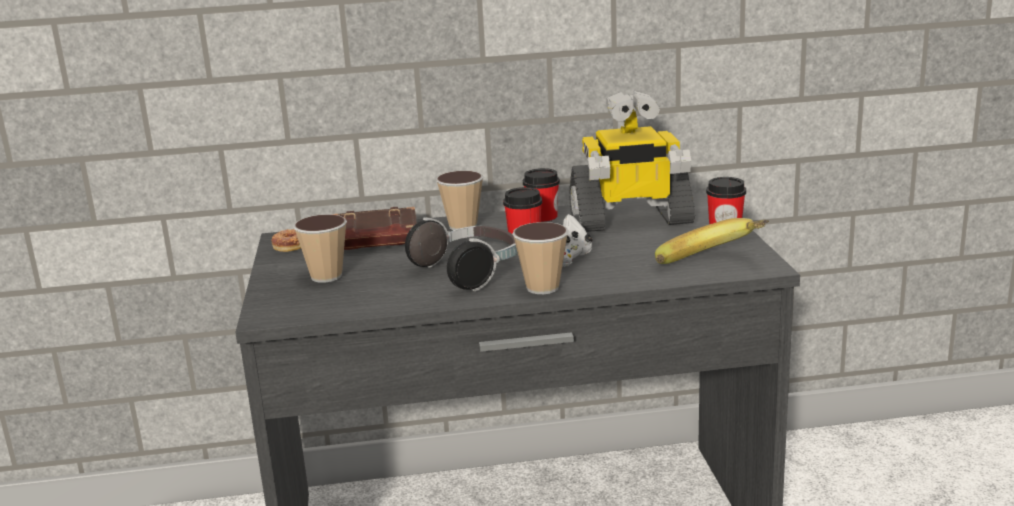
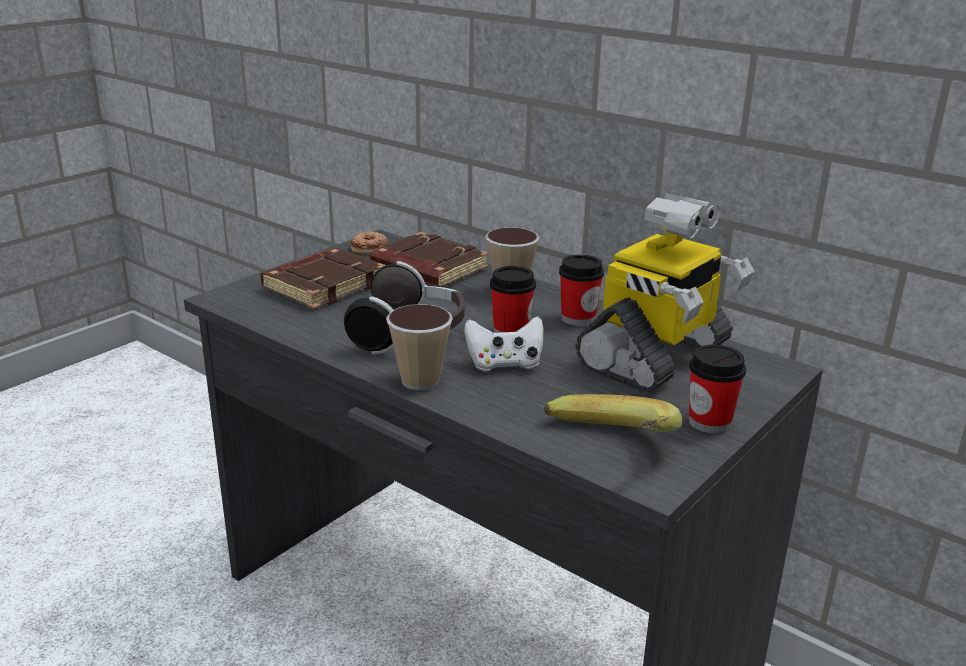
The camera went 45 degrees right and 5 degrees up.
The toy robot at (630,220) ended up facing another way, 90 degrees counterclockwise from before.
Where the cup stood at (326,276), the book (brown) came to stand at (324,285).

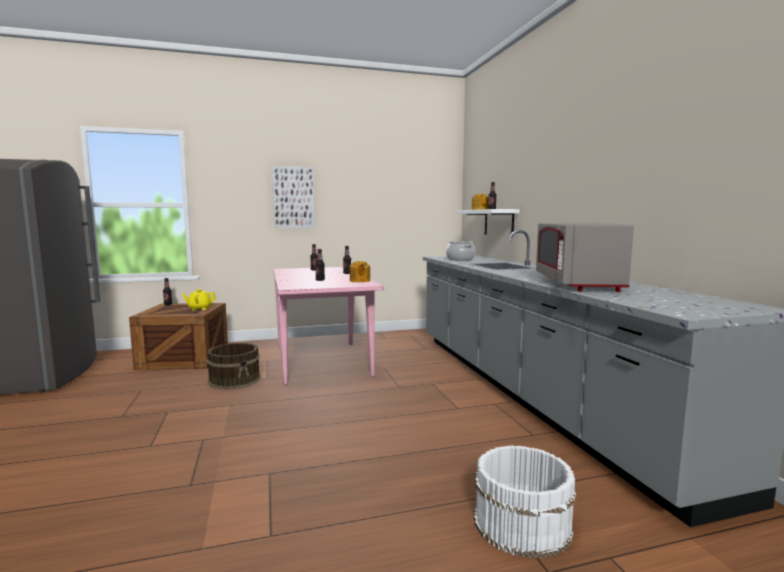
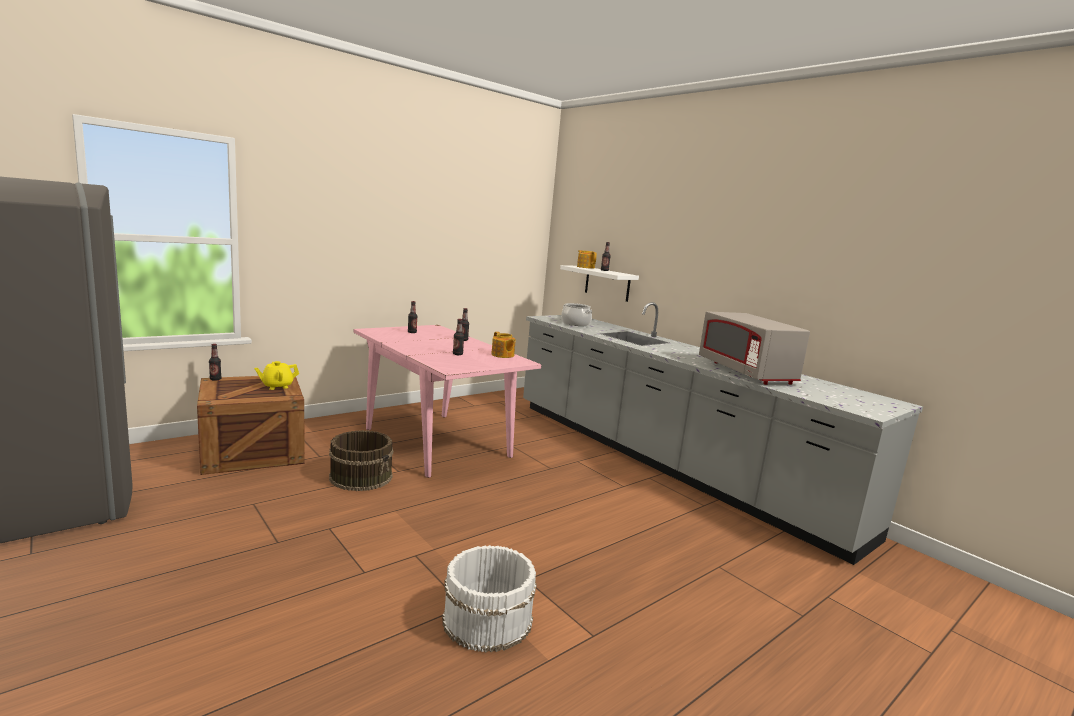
The camera went 25 degrees left and 5 degrees up.
The second view lost the picture at (294,197).
The bucket (white) ended up elsewhere, having gone from (521,523) to (487,618).

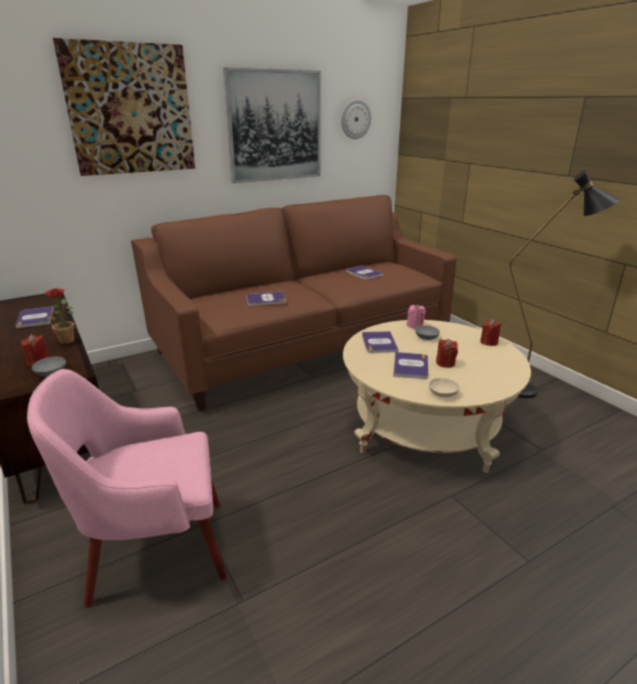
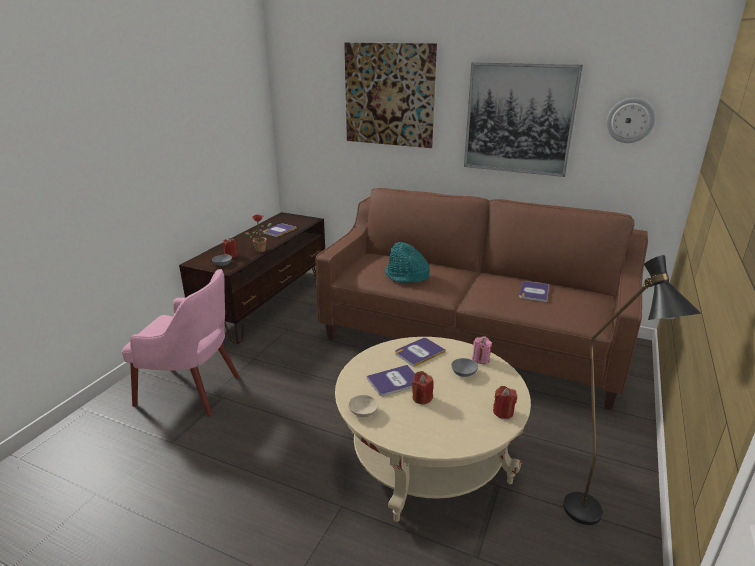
The camera went 55 degrees right and 0 degrees up.
Where the book stood at (265,299), the hat (turquoise) came to stand at (406,276).
The armchair (pink) at (153,550) ended up facing another way, 150 degrees clockwise from before.

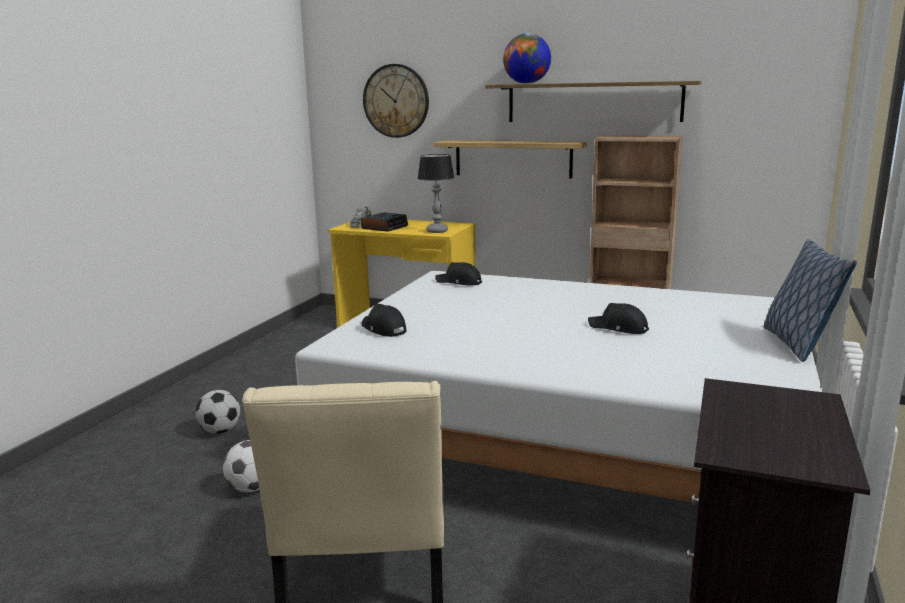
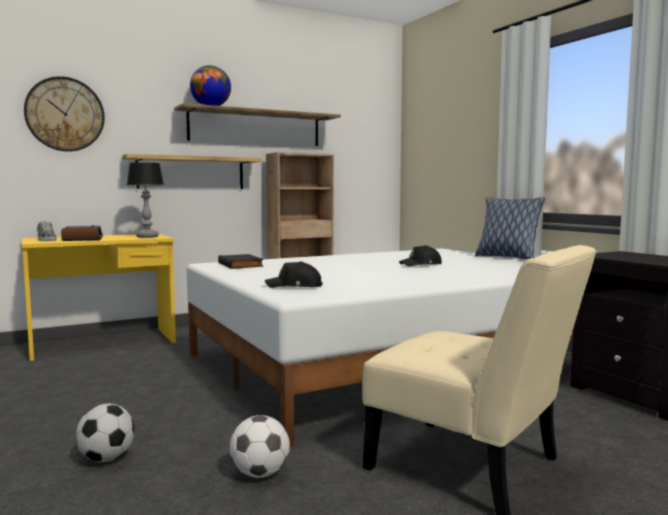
The camera went 50 degrees left and 10 degrees down.
Where the cap (black) stood at (459,282), the book (black) came to stand at (241,264).

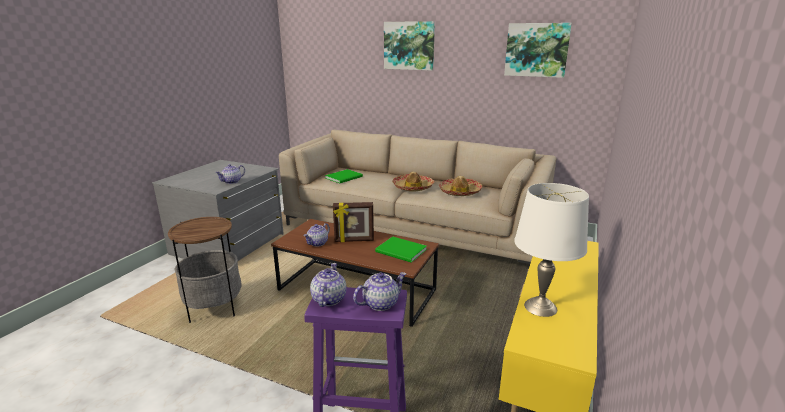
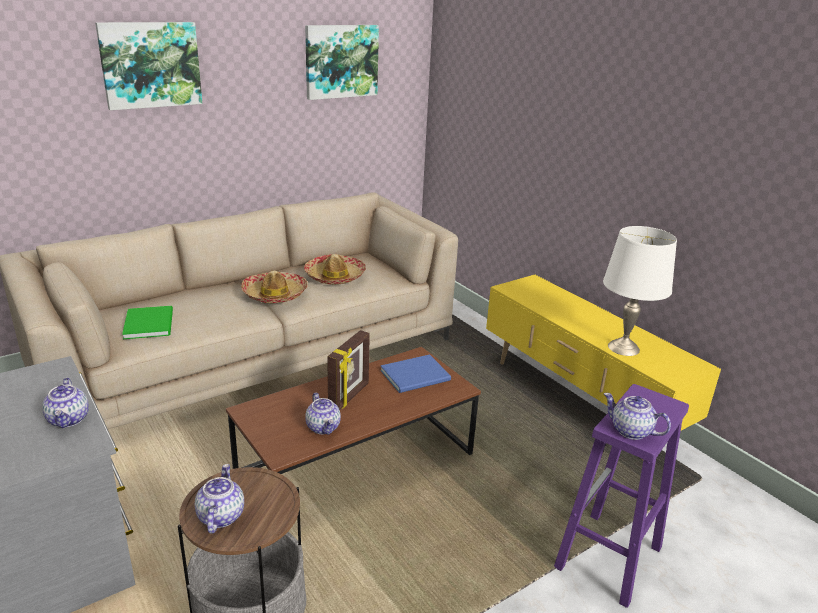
The camera went 60 degrees left and 5 degrees up.
What was the book (green) at (401,251) turned into the book (blue) at (417,376).
The teapot ended up elsewhere, having gone from (380,303) to (220,516).

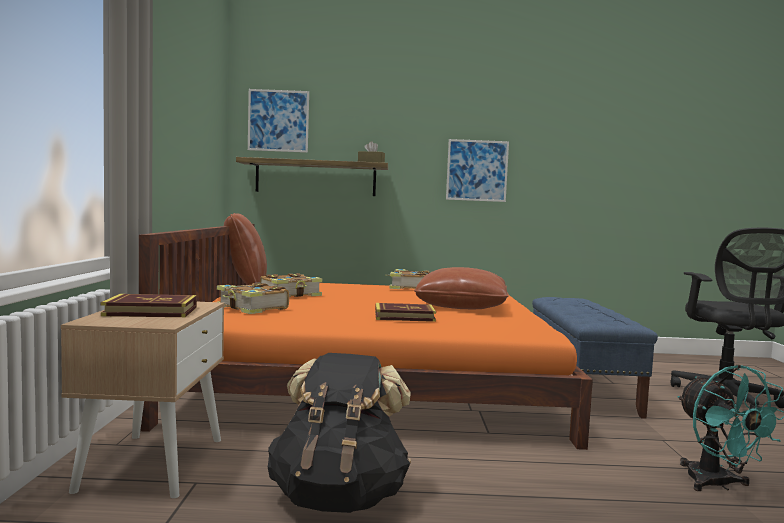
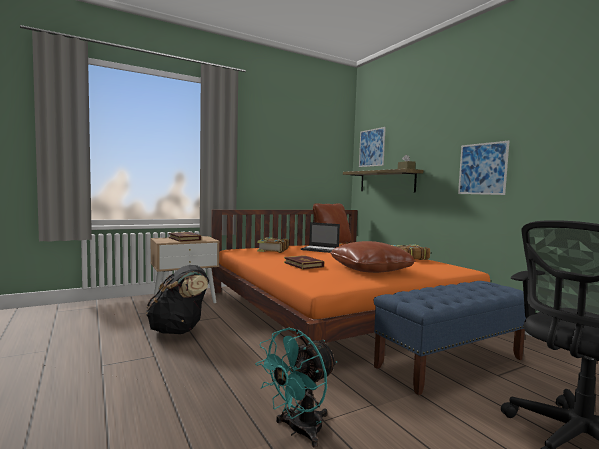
The camera went 60 degrees right and 0 degrees up.
Where the book stood at (291,295), the laptop came to stand at (320,249).

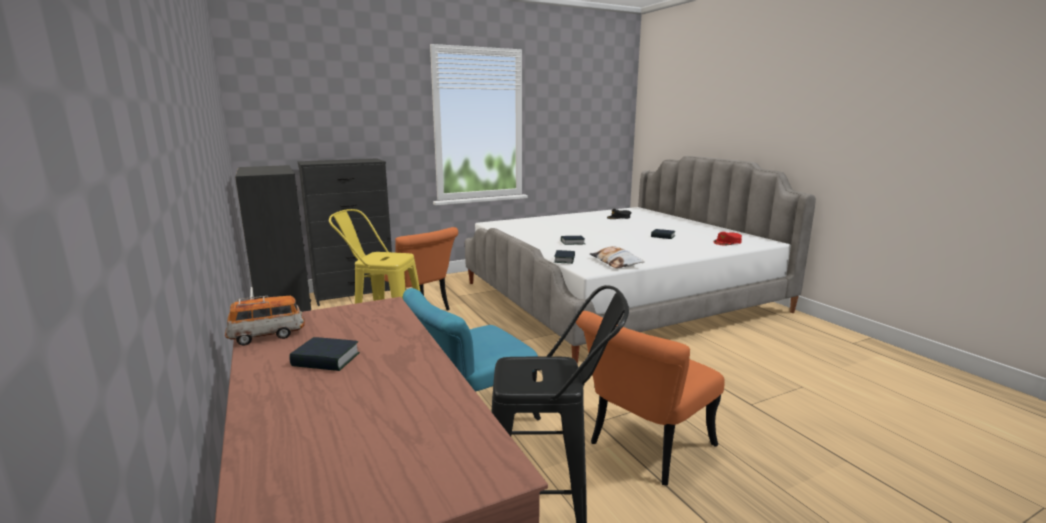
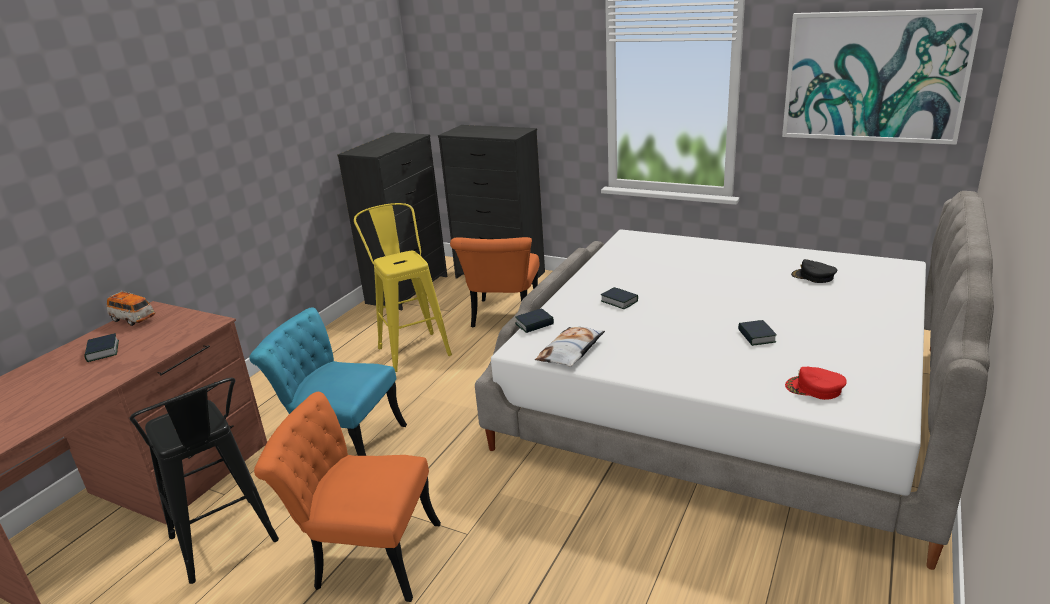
The camera went 55 degrees right and 10 degrees up.
The second view gained the picture at (874,77).

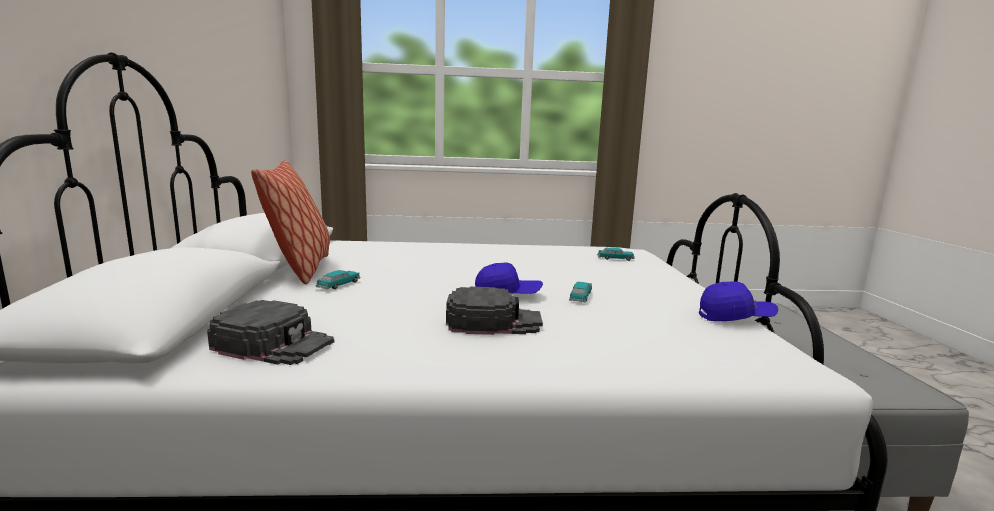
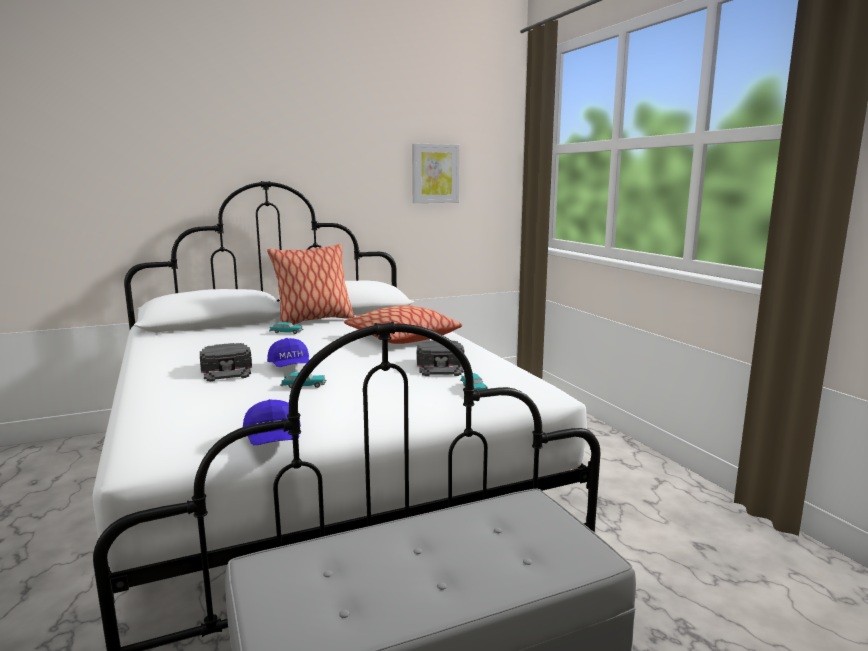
The camera went 70 degrees right and 0 degrees up.
The cap (black) ended up elsewhere, having gone from (274,343) to (441,366).
The second view gained the picture at (435,173).
The second view gained the pillow at (402,337).

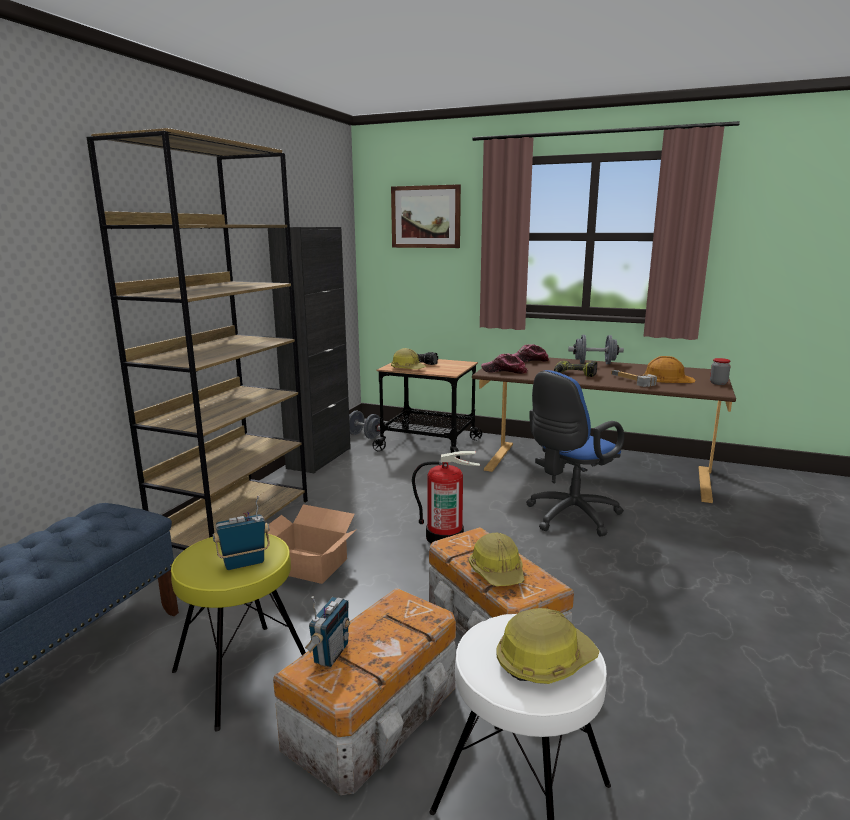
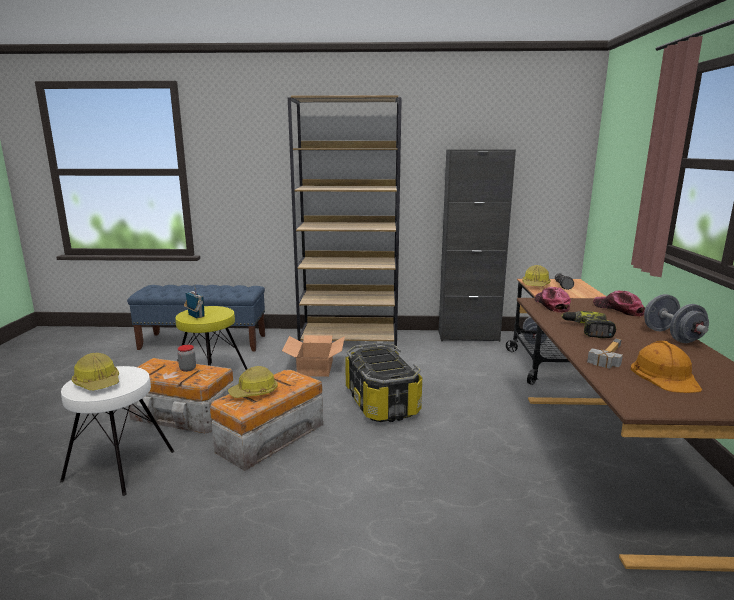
The camera went 70 degrees right and 0 degrees up.
The second view lost the picture at (426,217).
The jar ended up elsewhere, having gone from (718,383) to (187,369).
The second view lost the office chair (blue) at (569,517).
Where the fire extinguisher stood at (445,537), the storage box came to stand at (382,402).
The second view lost the radio at (330,653).

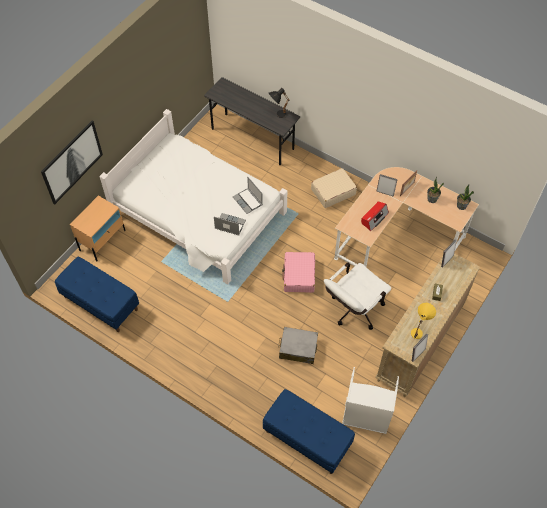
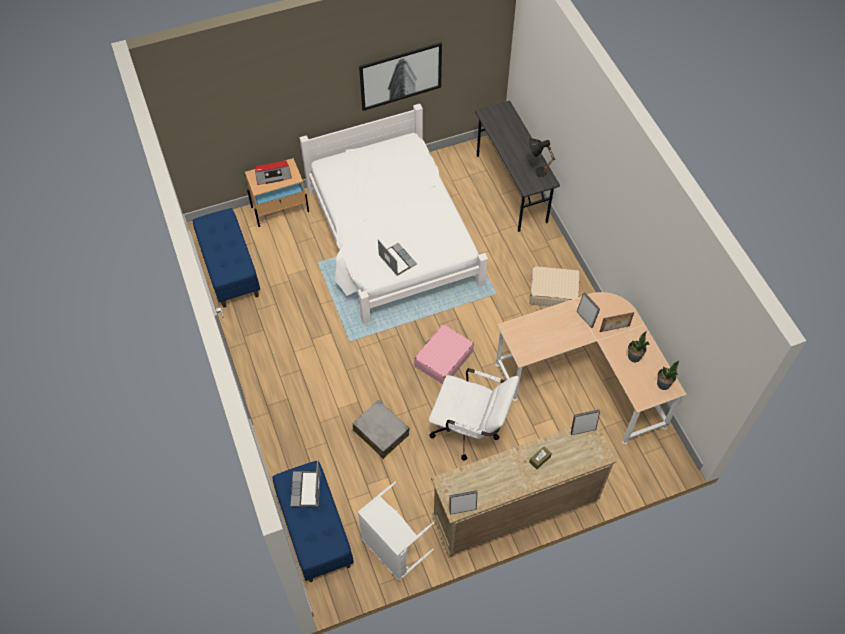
The camera went 35 degrees right and 0 degrees up.
The picture ended up elsewhere, having gone from (71,161) to (400,75).
The laptop ended up elsewhere, having gone from (248,201) to (306,490).
The radio ended up elsewhere, having gone from (374,218) to (273,176).
The office chair (white) at (353,311) ended up facing another way, 150 degrees counterclockwise from before.
The second view lost the table lamp (yellow) at (419,330).

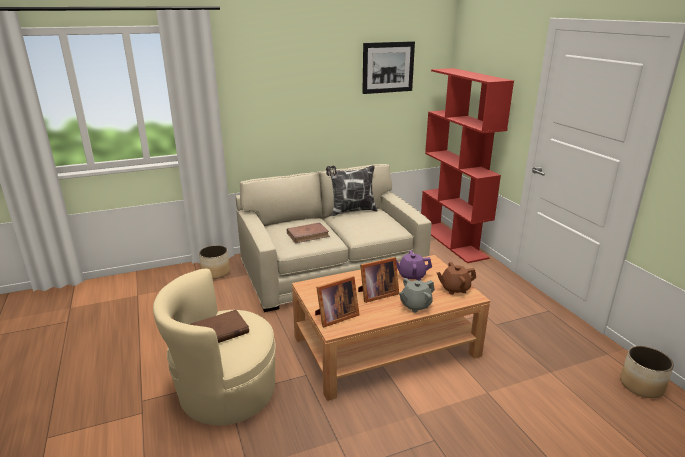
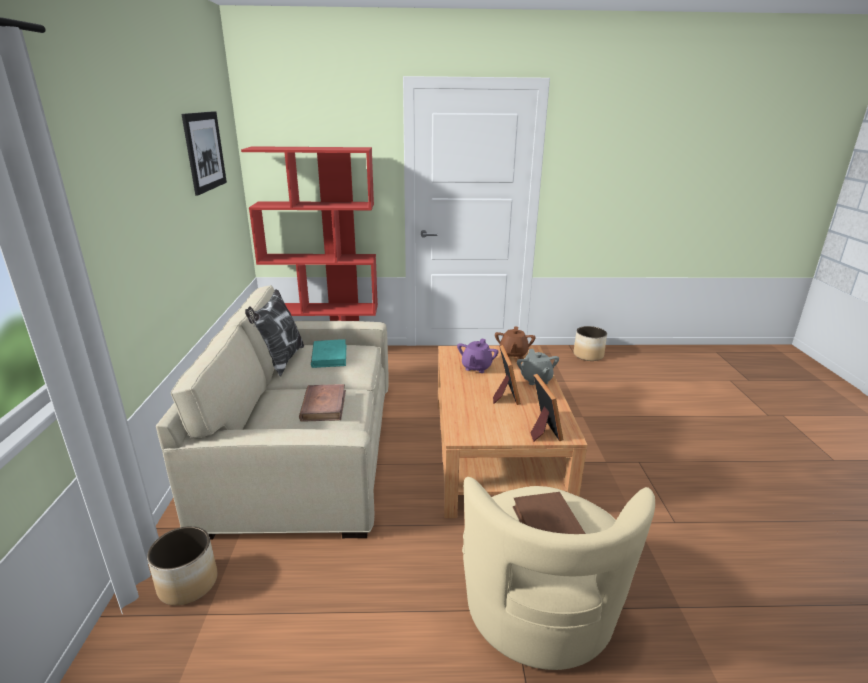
The camera went 70 degrees left and 0 degrees up.
The second view gained the book (turquoise) at (329,356).

